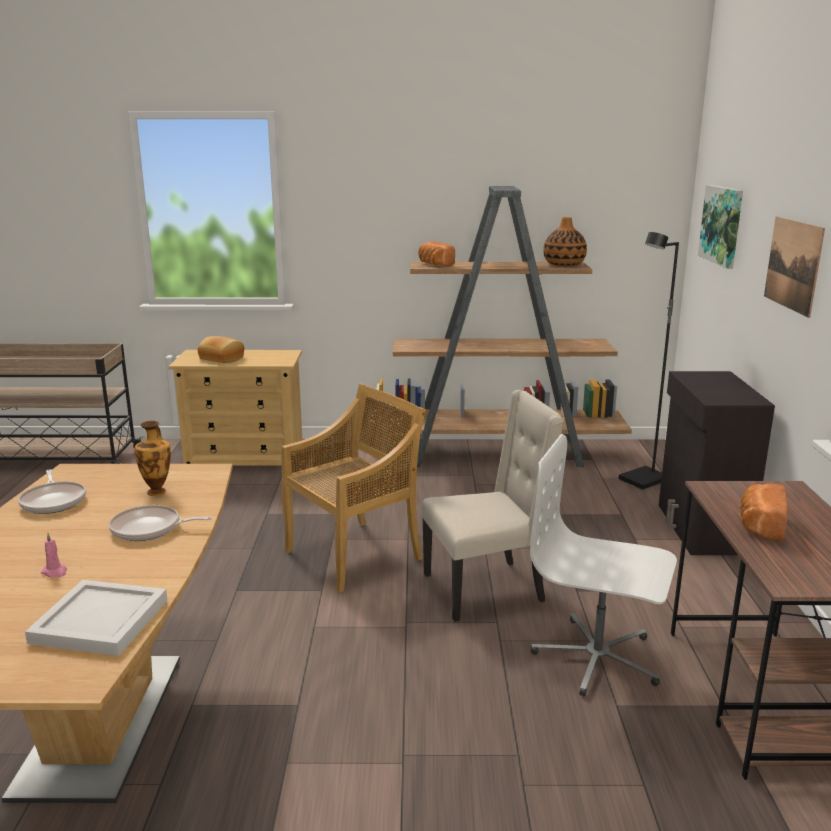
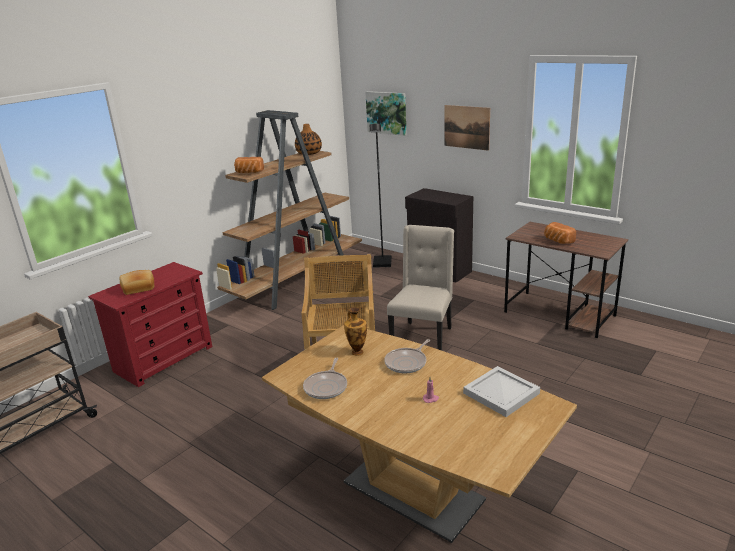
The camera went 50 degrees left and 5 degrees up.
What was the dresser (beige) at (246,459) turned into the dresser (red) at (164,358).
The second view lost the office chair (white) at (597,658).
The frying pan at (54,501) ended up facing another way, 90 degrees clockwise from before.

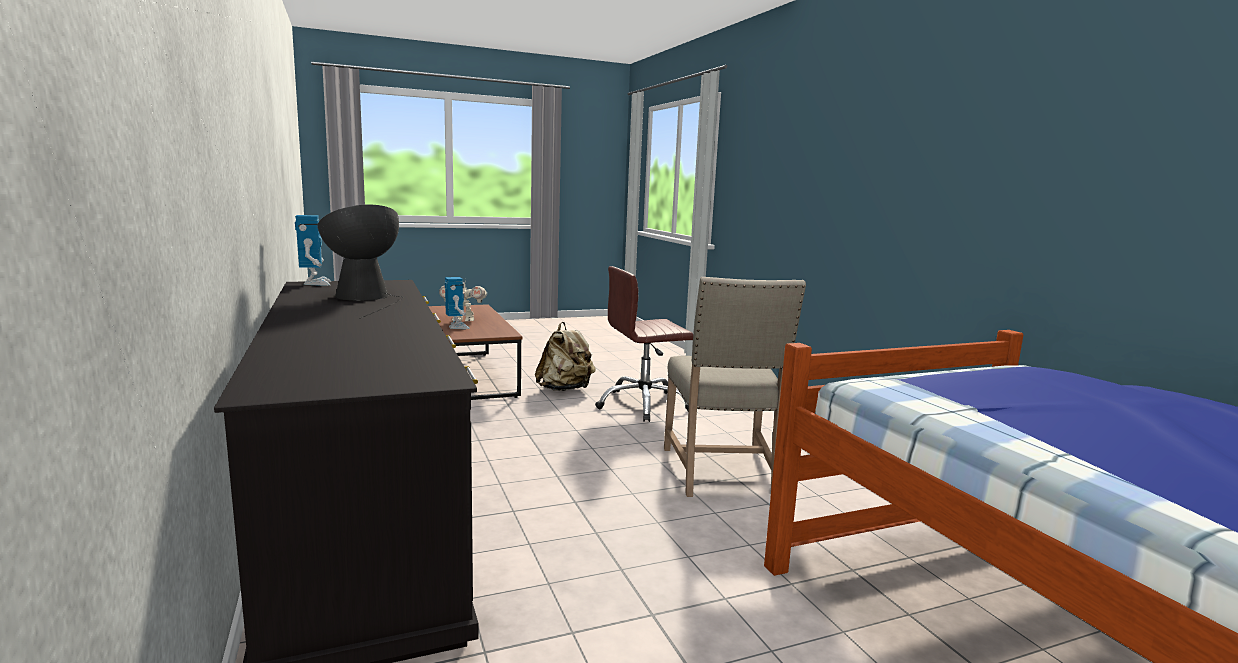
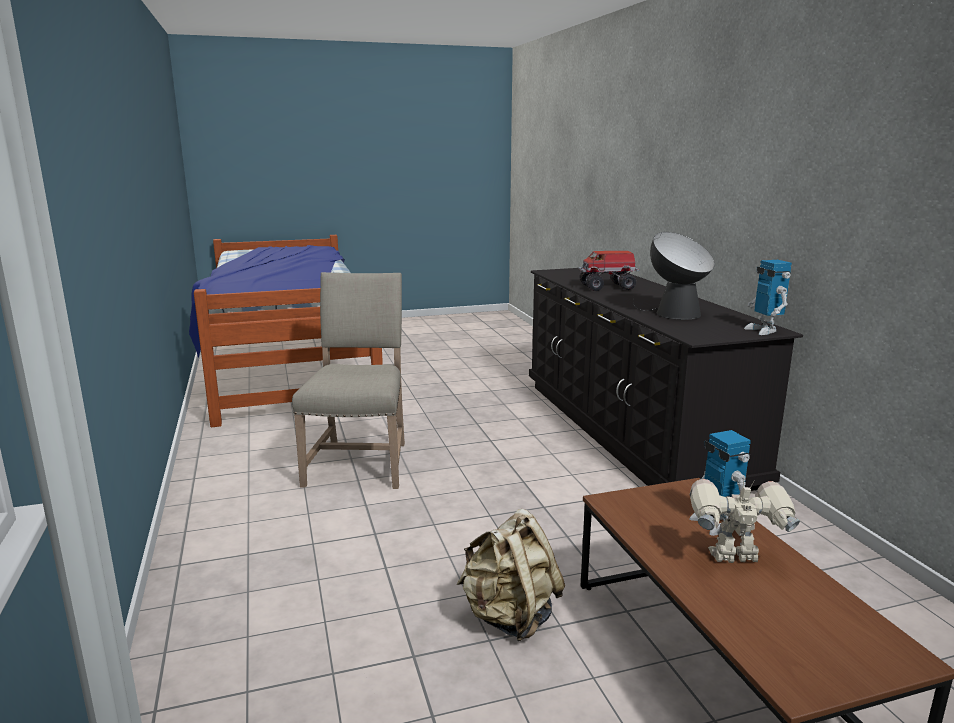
The camera went 175 degrees left and 5 degrees up.
The second view lost the office chair (brown) at (643,405).
The second view gained the toy truck at (608,287).

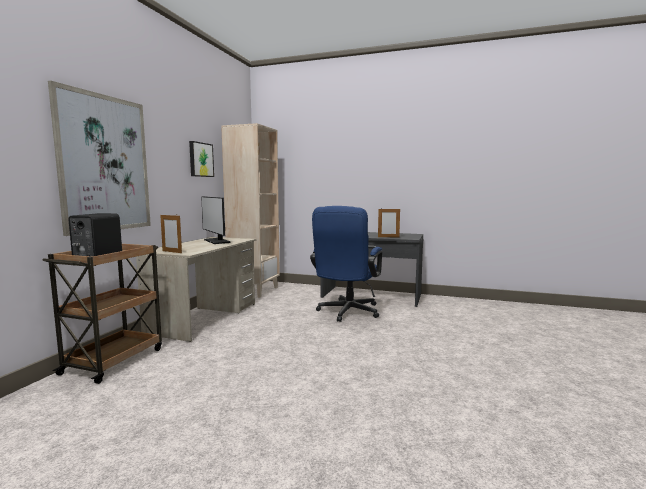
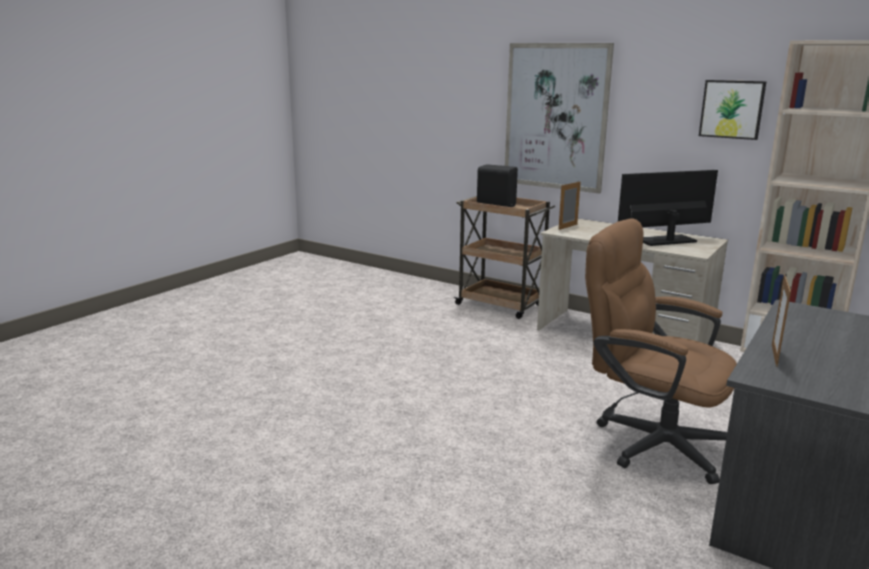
The camera went 105 degrees right and 10 degrees up.
What was the office chair (blue) at (347,313) turned into the office chair (brown) at (650,441).

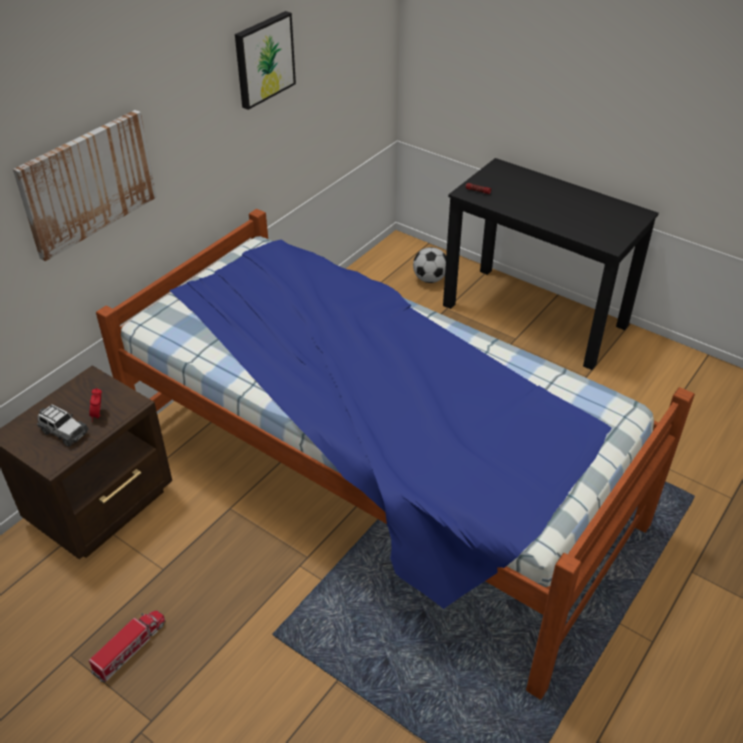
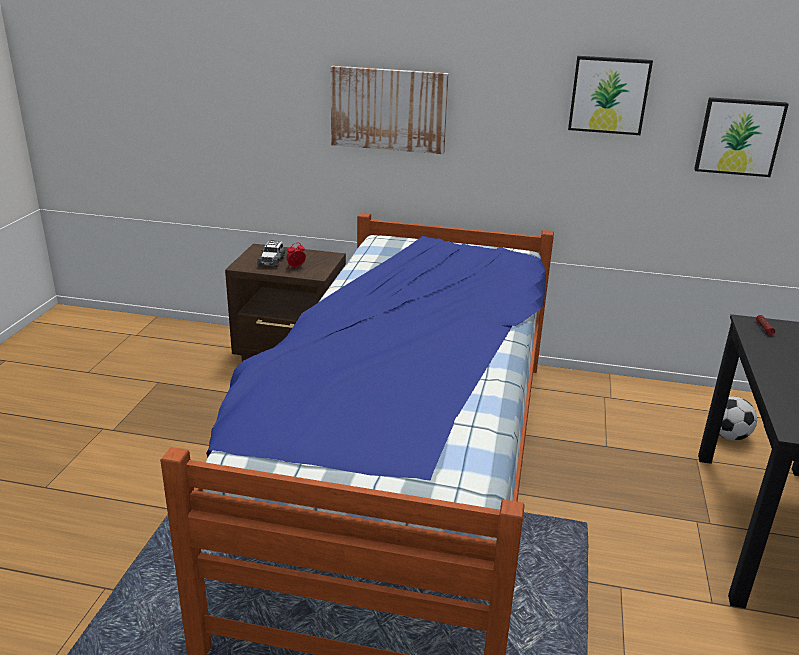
The camera went 65 degrees right and 15 degrees down.
The second view lost the toy truck at (130,648).
The second view gained the picture at (739,136).

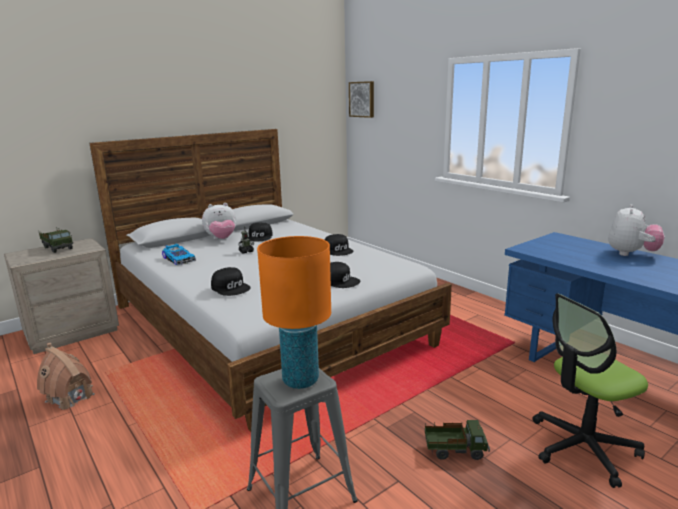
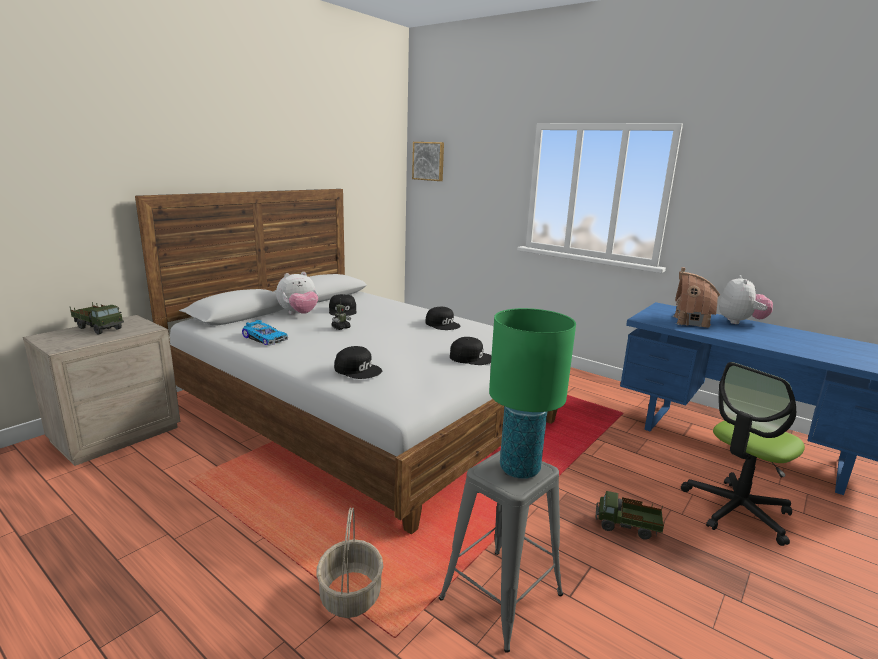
The camera went 15 degrees left and 0 degrees up.
What was the table lamp (orange) at (301,380) turned into the table lamp (green) at (520,469).
The toy house ended up elsewhere, having gone from (70,397) to (691,322).
The toy truck at (454,450) ended up facing another way, 150 degrees counterclockwise from before.
The second view gained the basket at (350,594).

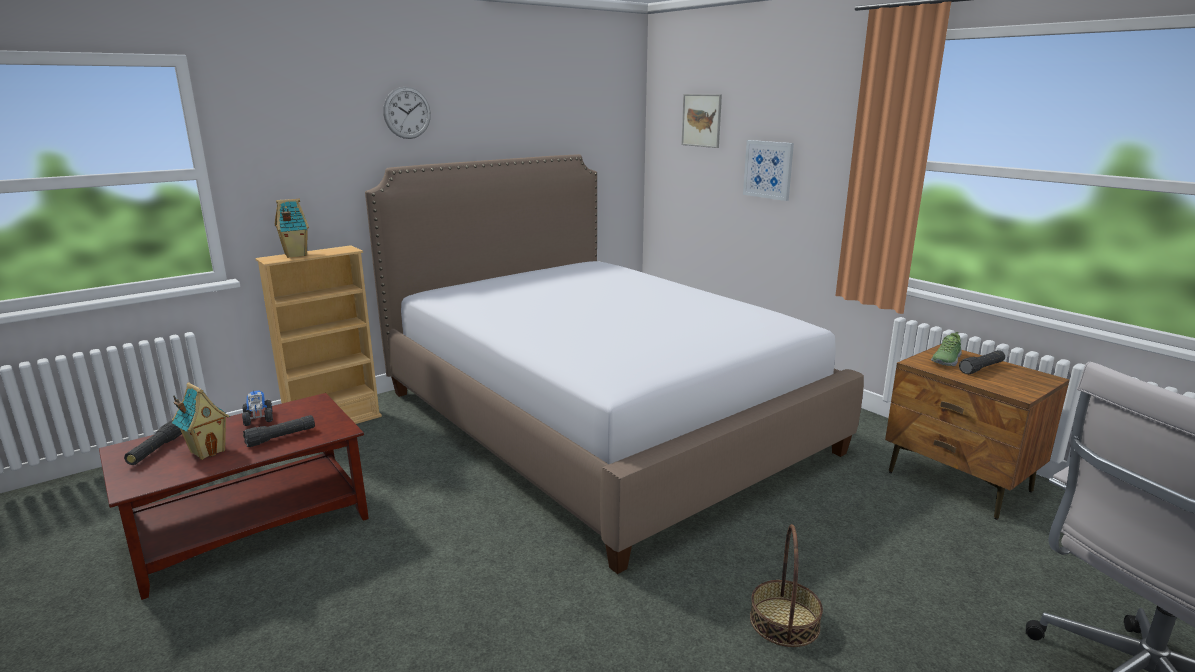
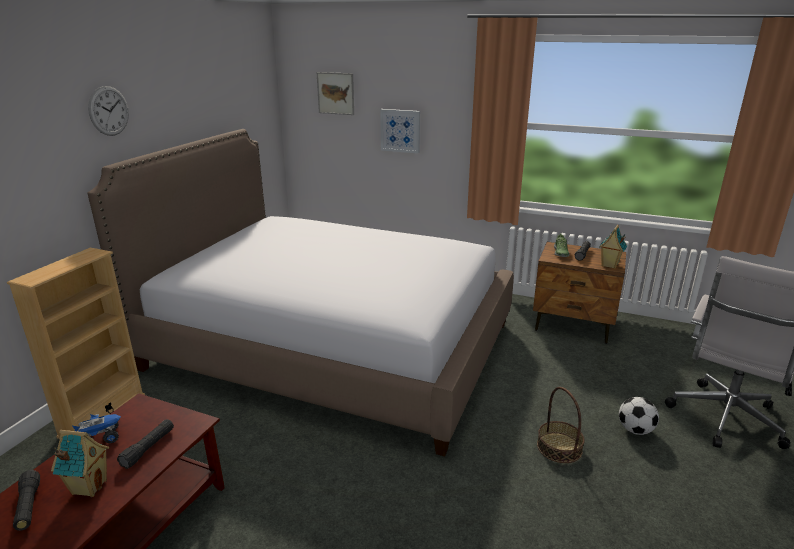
The camera went 30 degrees left and 5 degrees up.
The toy house ended up elsewhere, having gone from (295,255) to (609,265).
The toy truck at (258,418) ended up facing another way, 120 degrees clockwise from before.
The second view gained the football at (635,430).

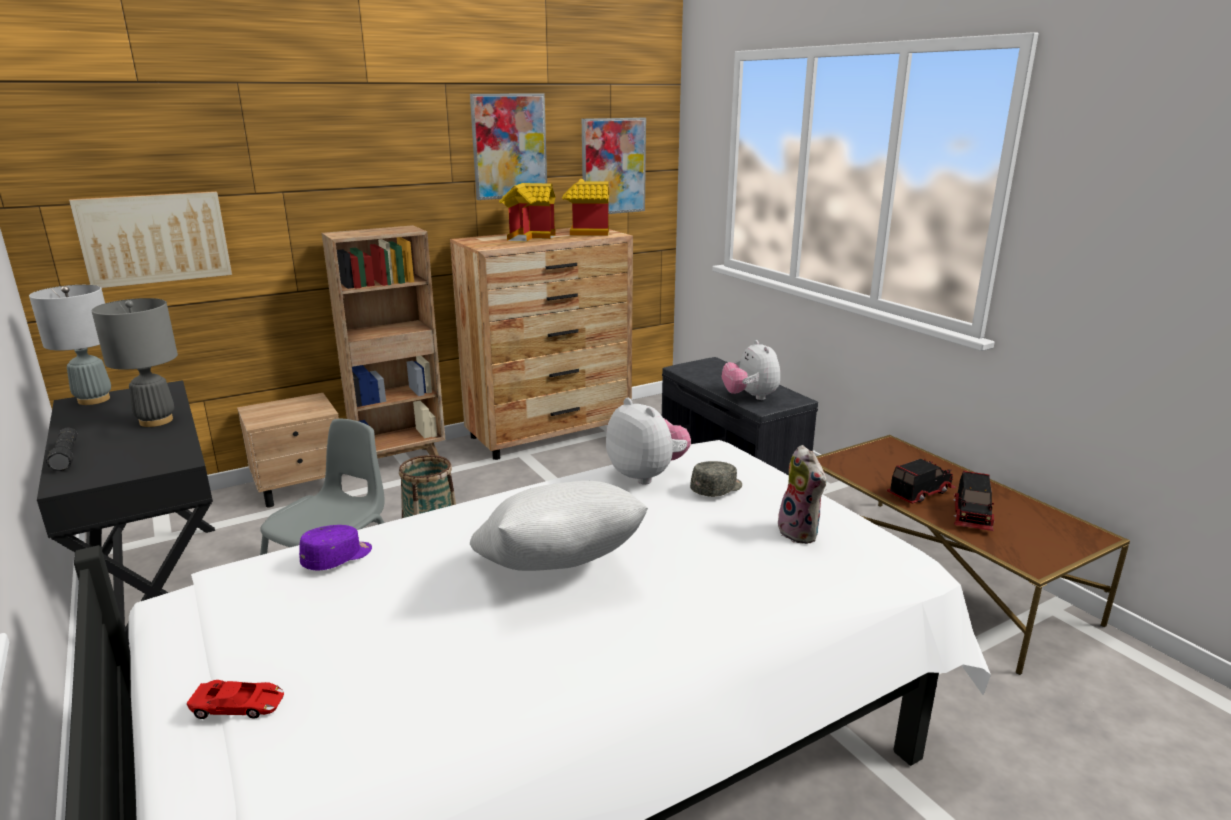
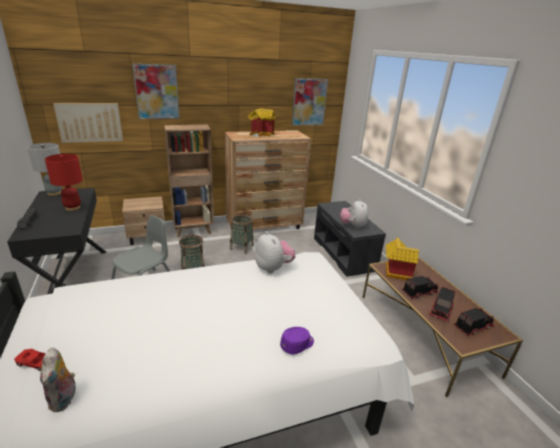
The camera went 10 degrees right and 5 degrees up.
The picture ended up elsewhere, having gone from (509,146) to (157,92).
The toy house ended up elsewhere, having gone from (584,233) to (394,273).
What was the table lamp (grey) at (156,421) turned into the table lamp (red) at (73,208).
The plush toy ended up elsewhere, having gone from (801,533) to (64,399).
The second view lost the cap (grey) at (717,489).
The second view lost the pillow (white) at (557,572).
The cap (purple) ended up elsewhere, having gone from (338,558) to (297,345).
The second view gained the basket at (241,247).
The second view gained the toy truck at (472,326).

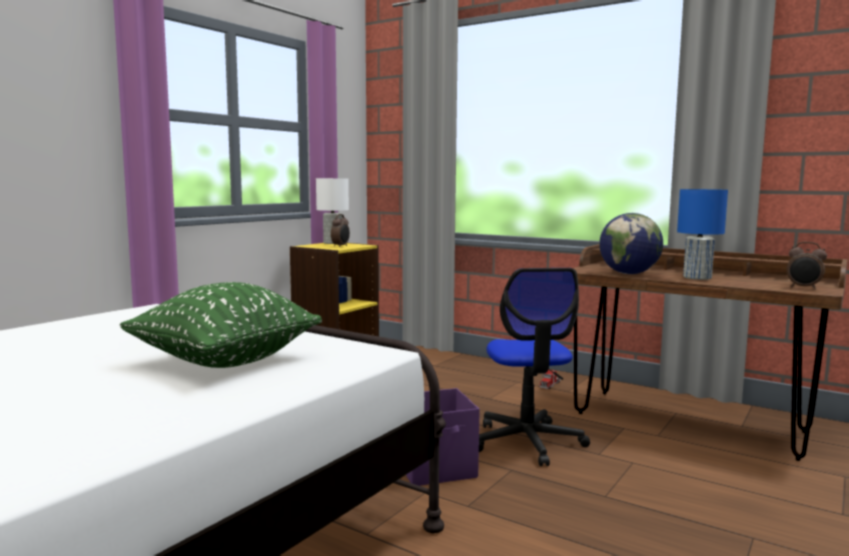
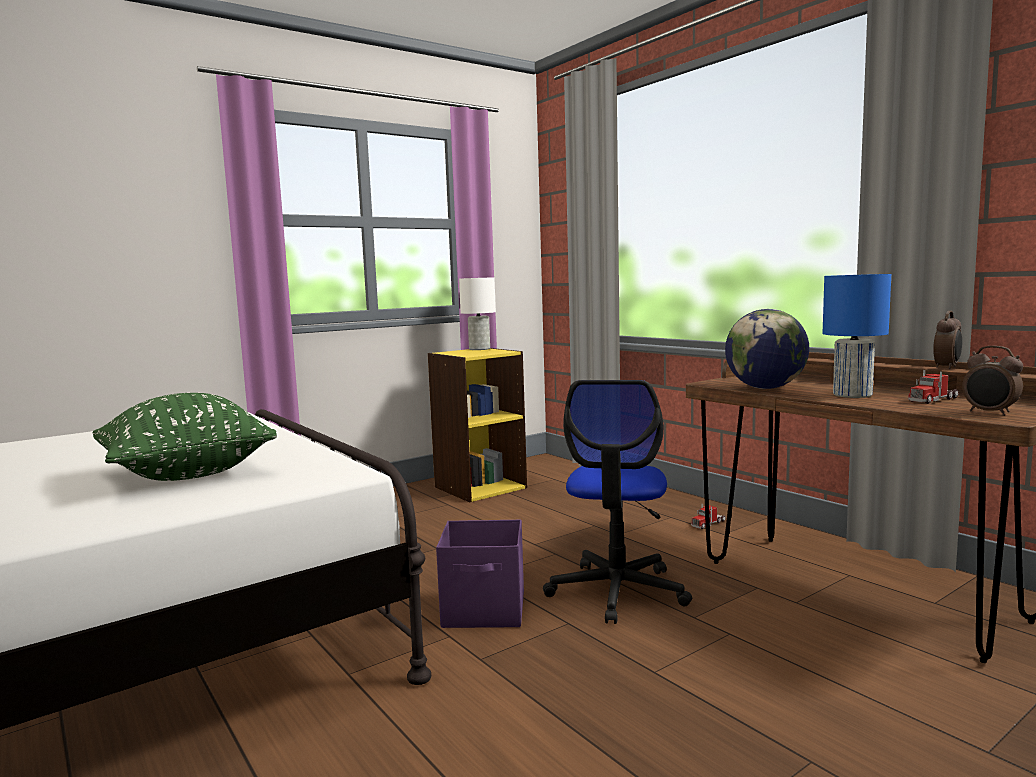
The camera went 20 degrees right and 0 degrees up.
The alarm clock ended up elsewhere, having gone from (341,246) to (947,368).
The second view gained the toy truck at (933,400).

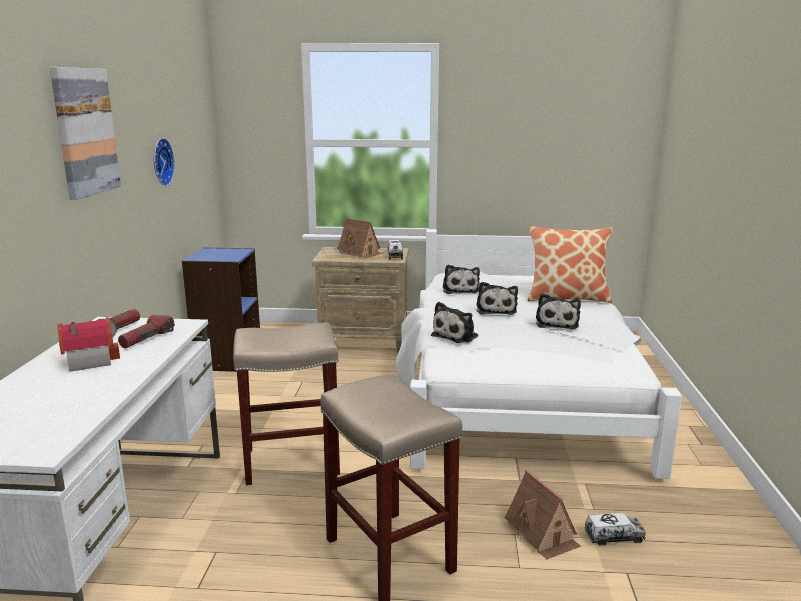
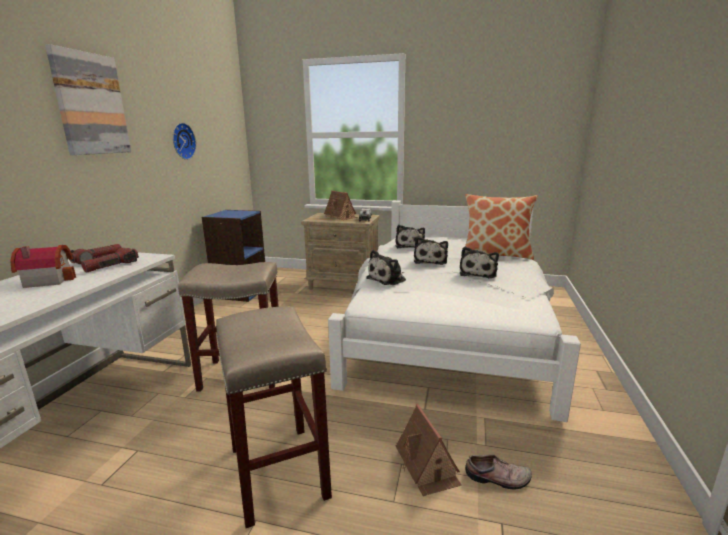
The camera went 10 degrees right and 0 degrees up.
Where the toy truck stood at (614,537), the shoe came to stand at (498,479).

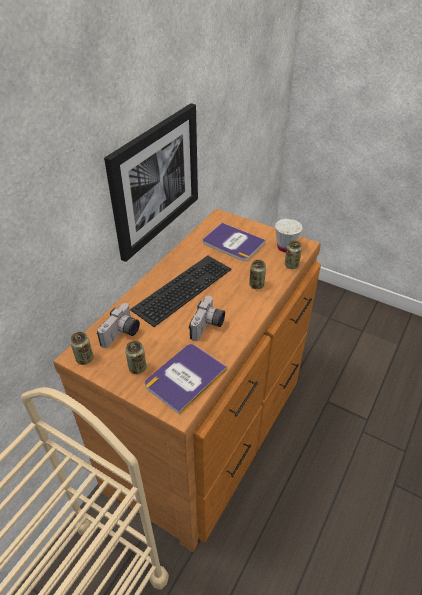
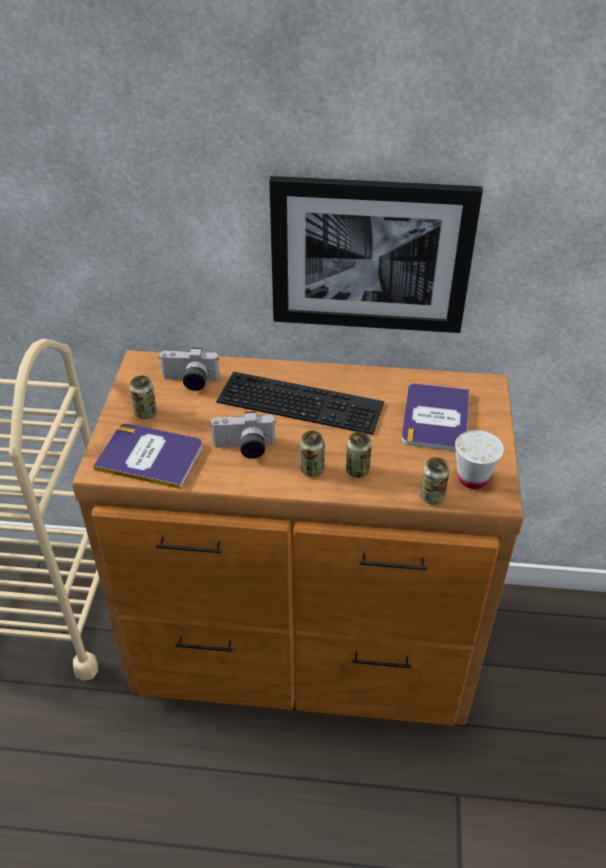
The camera went 65 degrees right and 0 degrees up.
The can ended up elsewhere, having gone from (84,359) to (312,469).

